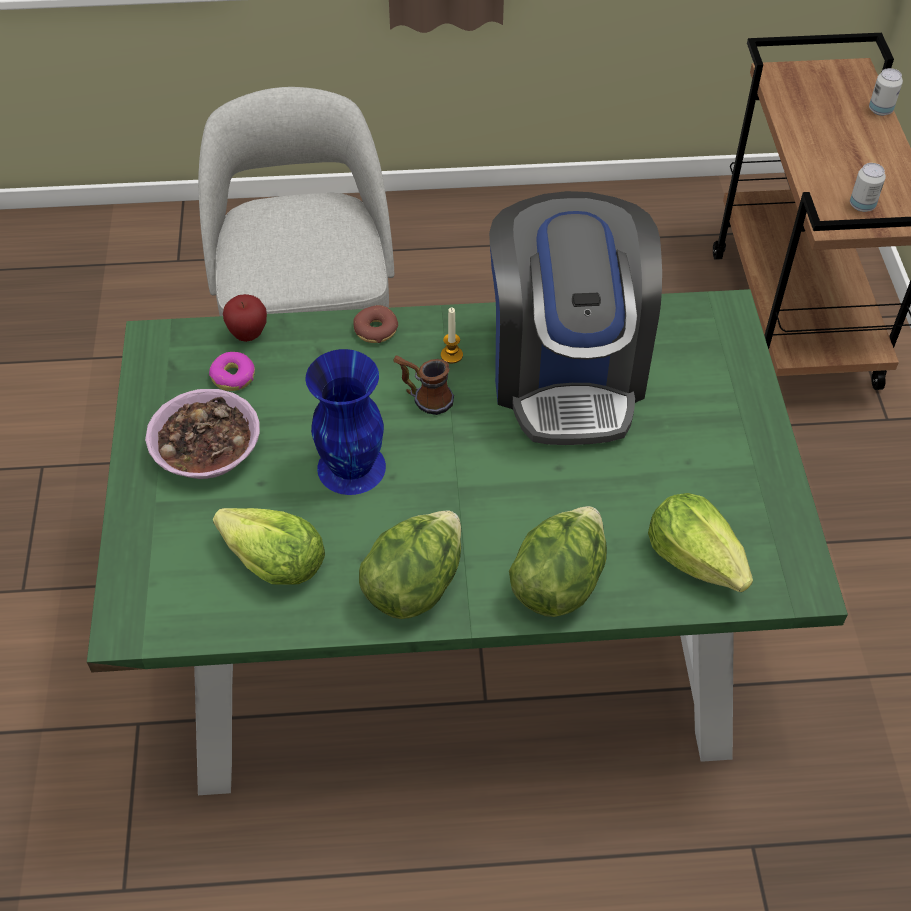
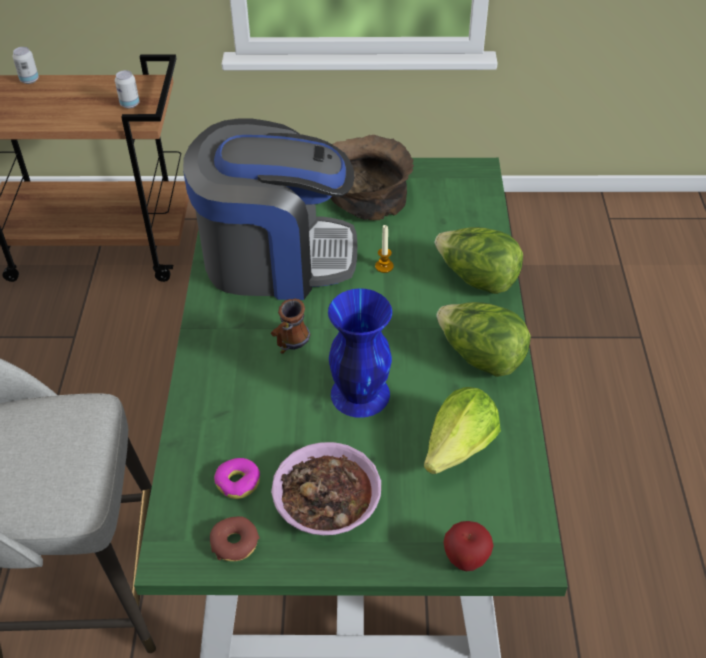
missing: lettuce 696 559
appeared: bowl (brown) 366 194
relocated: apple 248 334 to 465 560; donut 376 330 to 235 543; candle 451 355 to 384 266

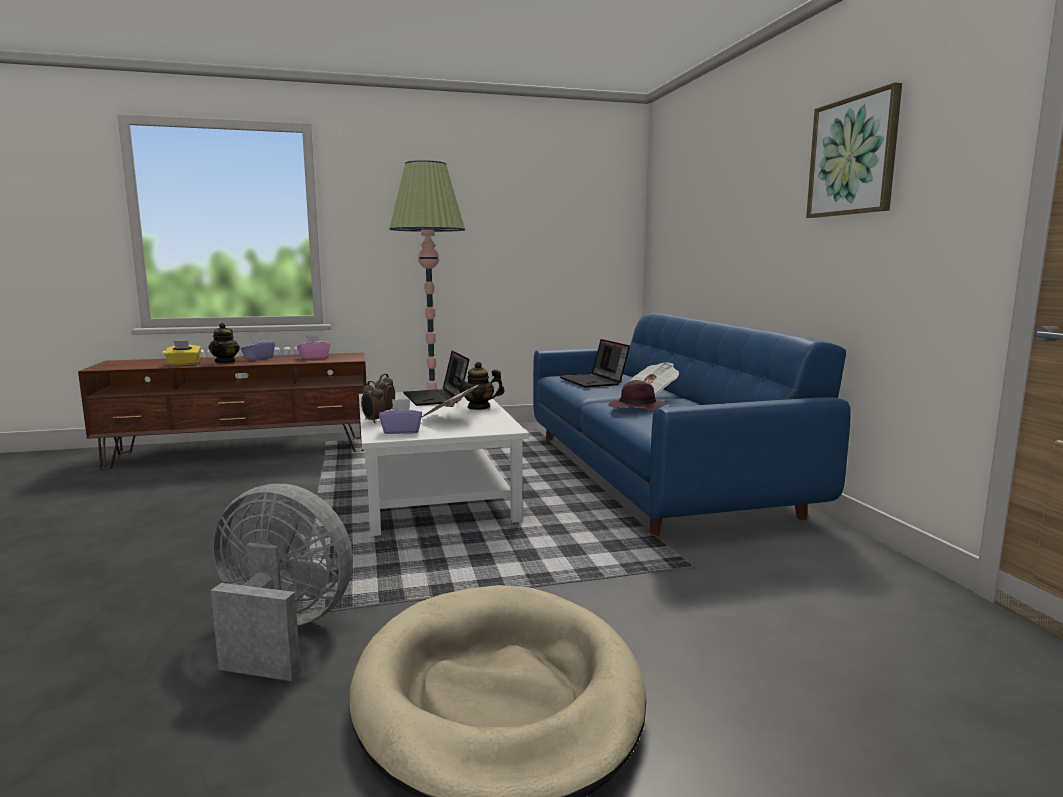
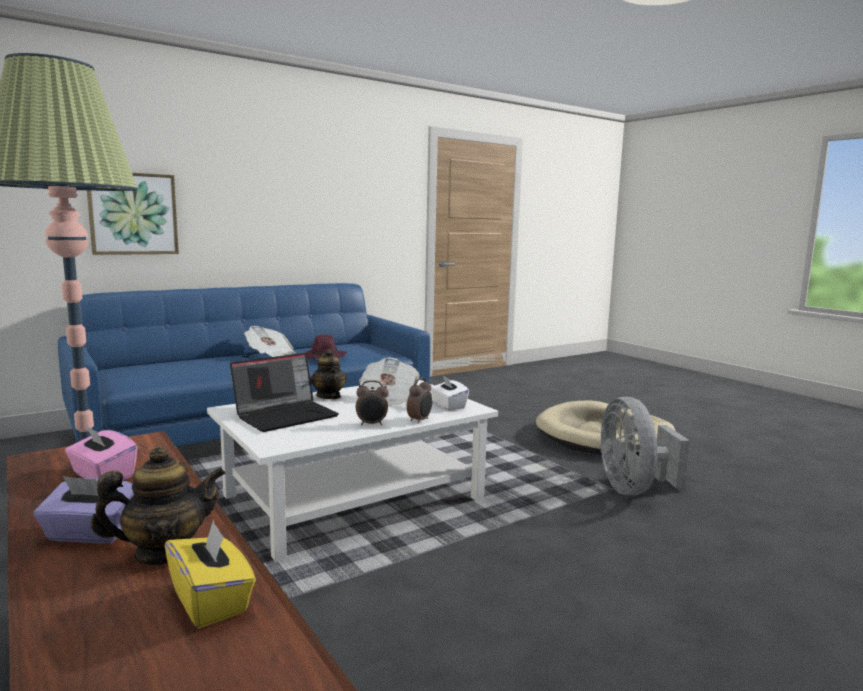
missing: laptop 594 381
relocated: picture 853 156 to 133 213
colour: tissue box (purple) 401 431 to tissue box (white) 448 405

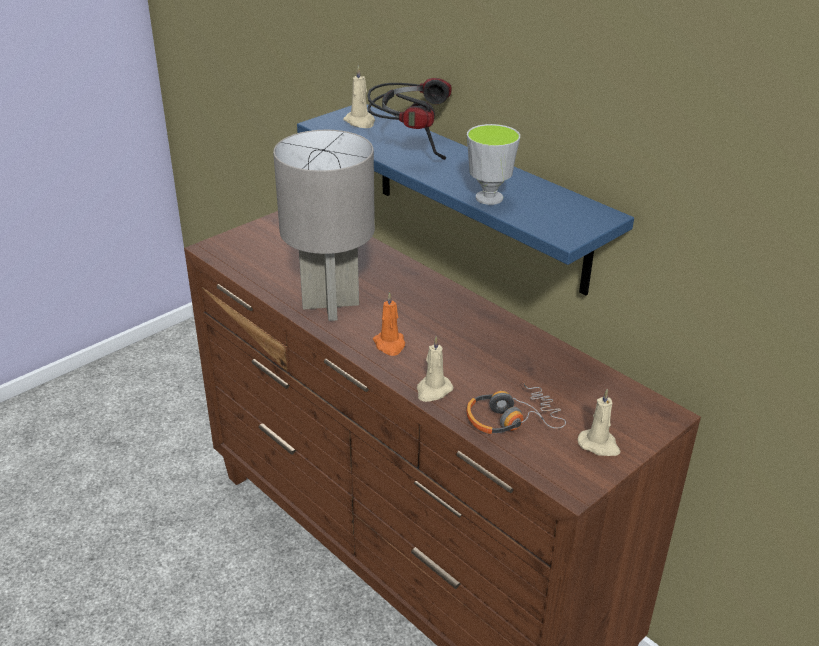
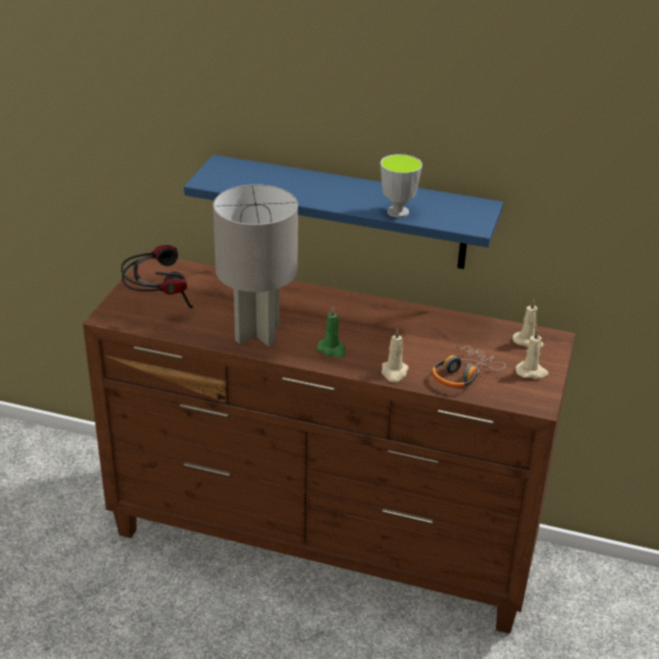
relocated: candle (beige) 360 122 to 528 341; headphones 409 148 to 158 304
colour: candle (orange) 390 345 to candle (green) 332 350

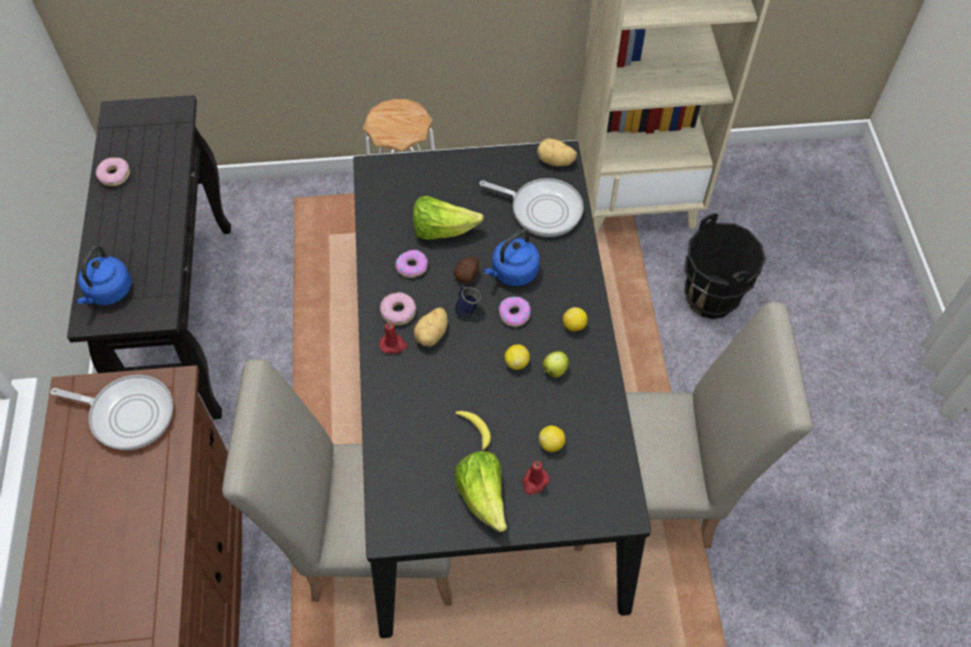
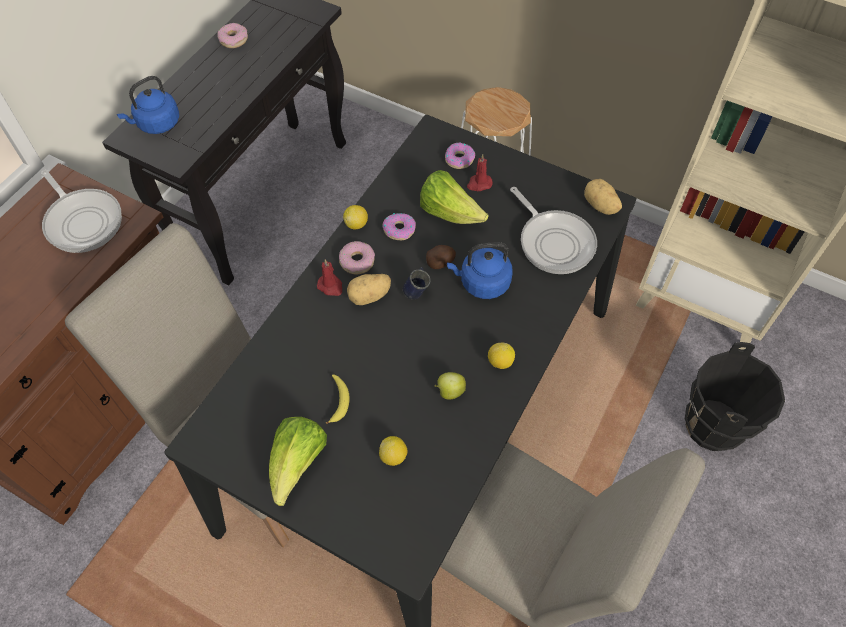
relocated: donut 514 314 to 459 159; lemon 516 362 to 356 224; candle (red) 534 482 to 479 184

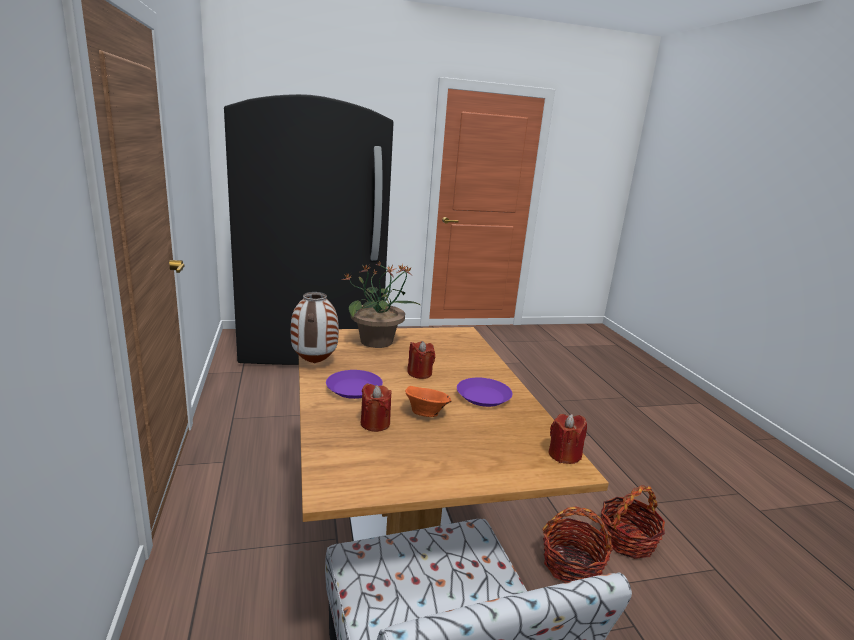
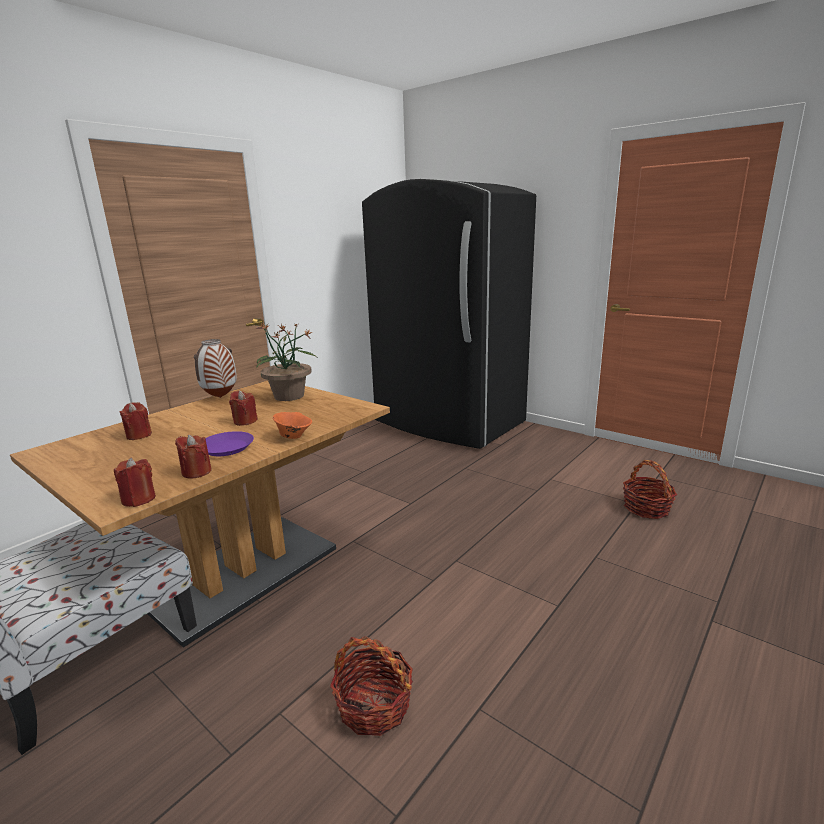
missing: plate (purple) 354 389
appeared: candle (red) 196 472
relocated: bowl (orange) 425 413 to 294 436; basket 572 565 to 646 508

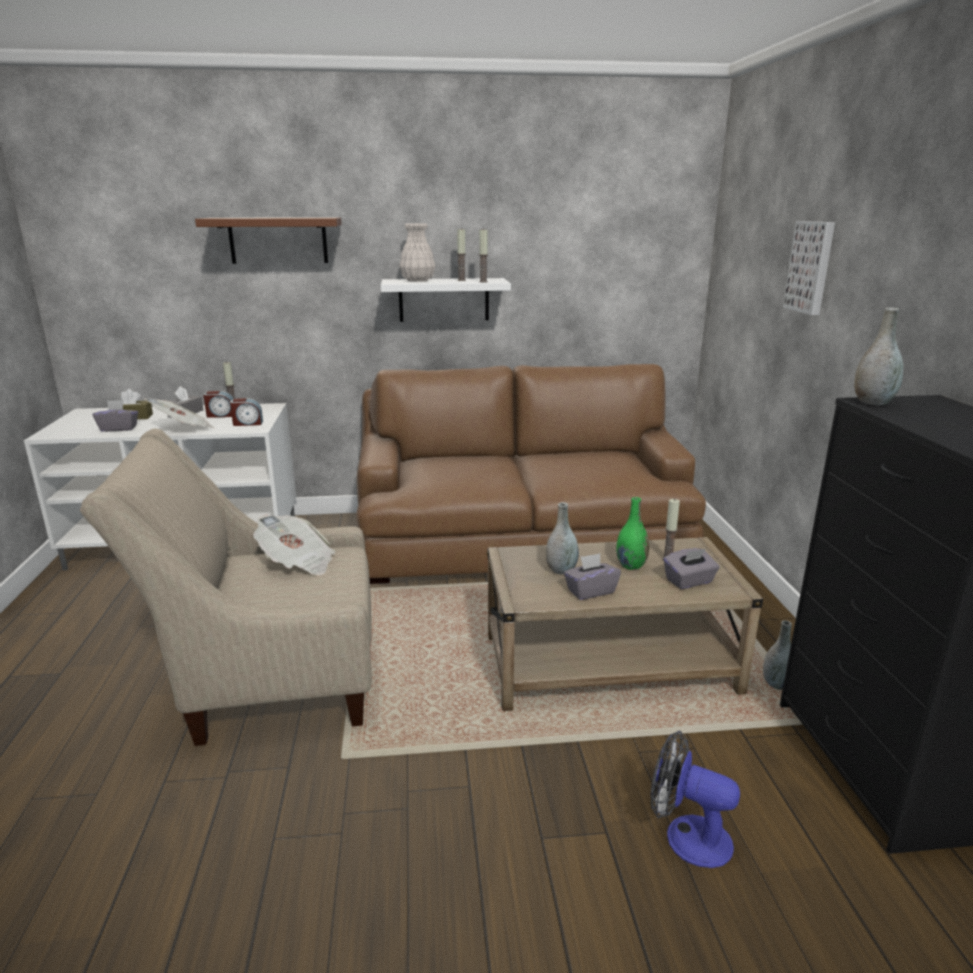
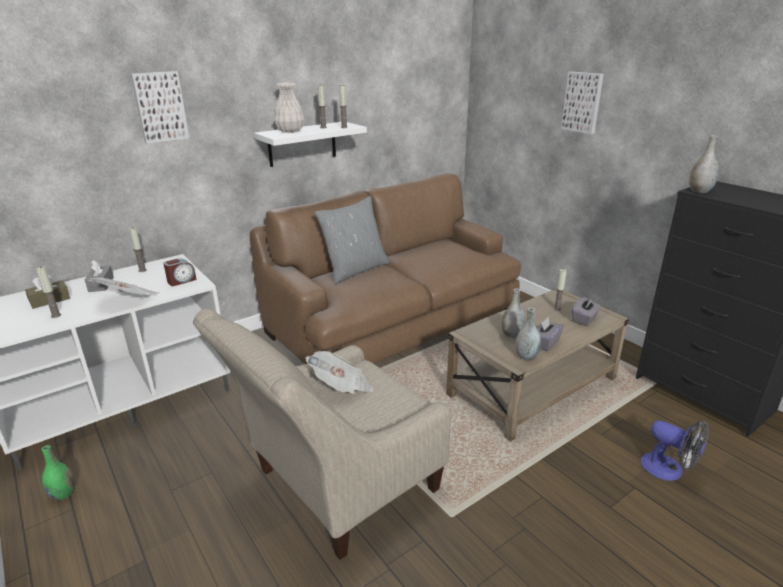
missing: alarm clock 221 415
appeared: pillow (grey) 355 270
relocated: vase (green) 631 565 to 63 494; vase (grey) 777 684 to 526 357
exchanged: tissue box (grey) 119 428 to candle 56 315; shelf (brown) 278 240 to picture 160 107
spun: fan 686 836 = 669 470 135 degrees counterclockwise

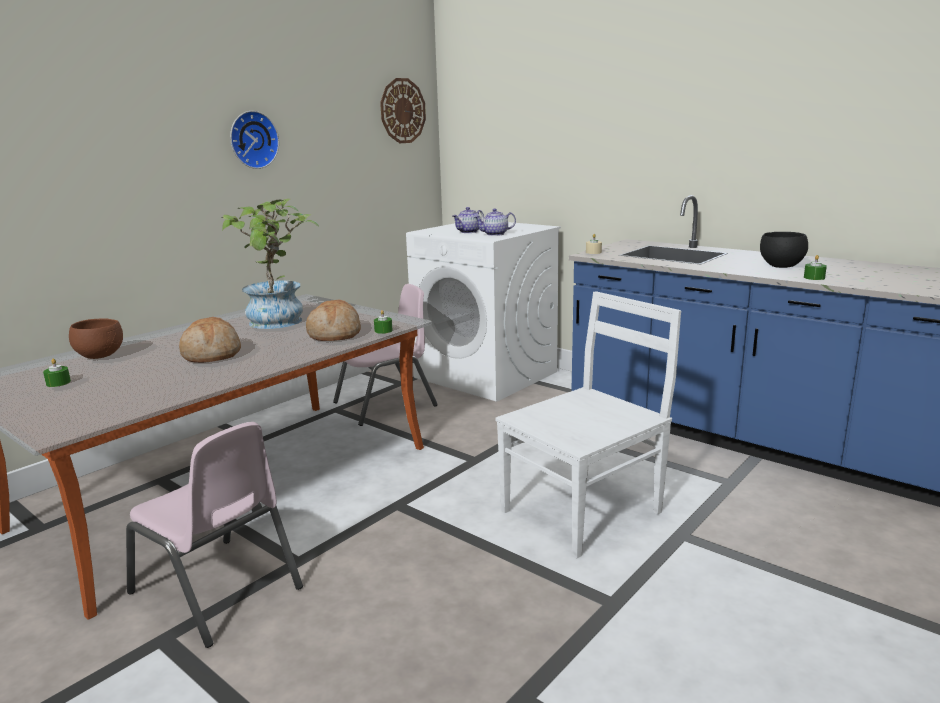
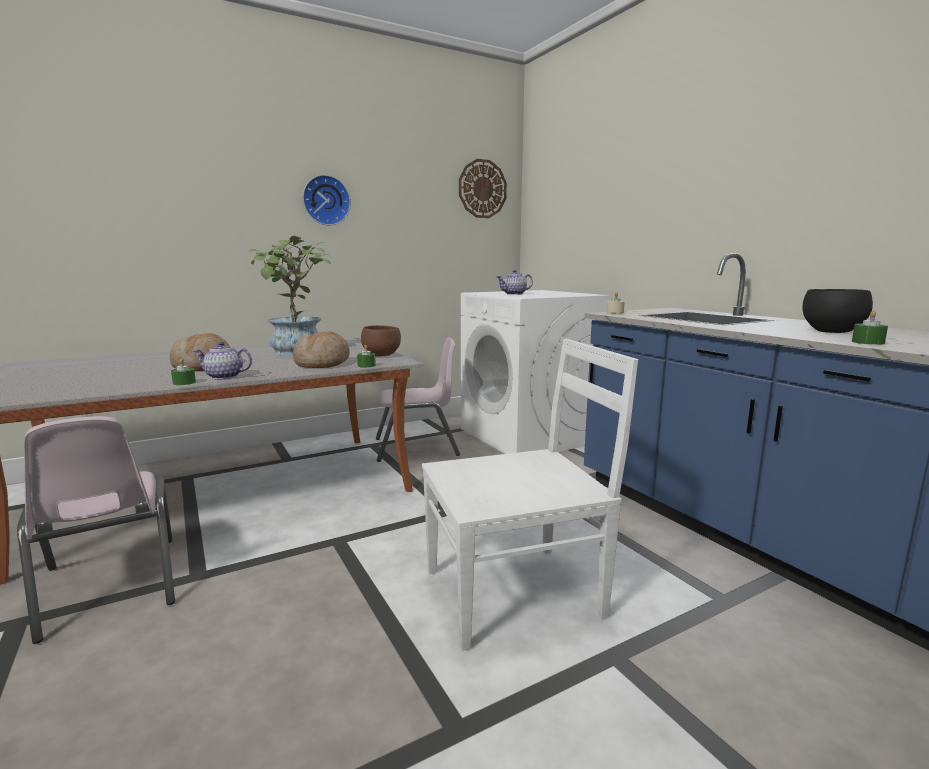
relocated: candle (green) 58 383 to 184 382; bowl (brown) 101 356 to 382 355; teapot 495 234 to 224 376

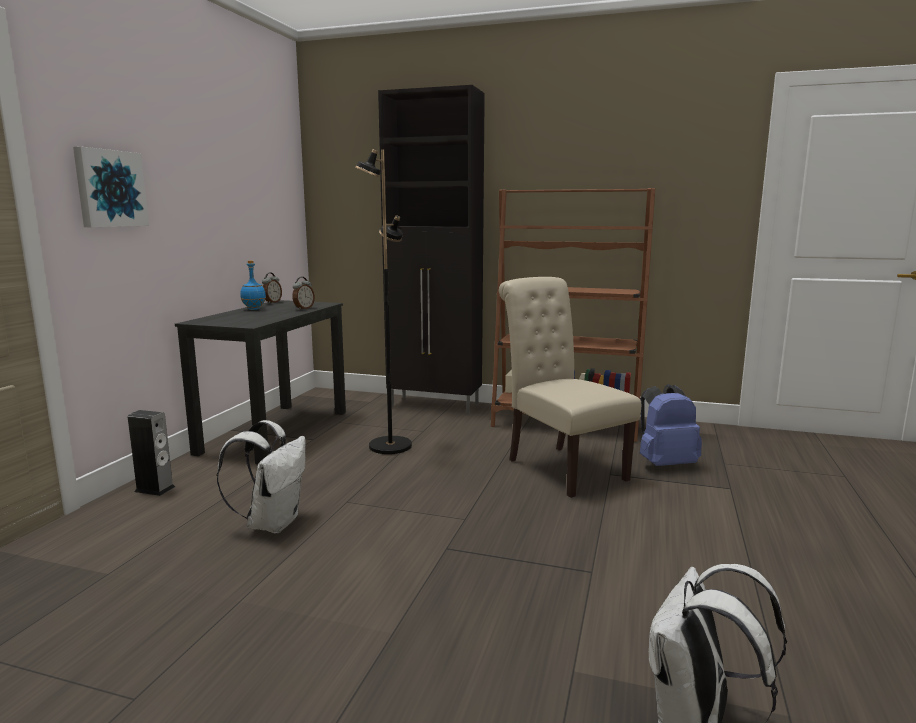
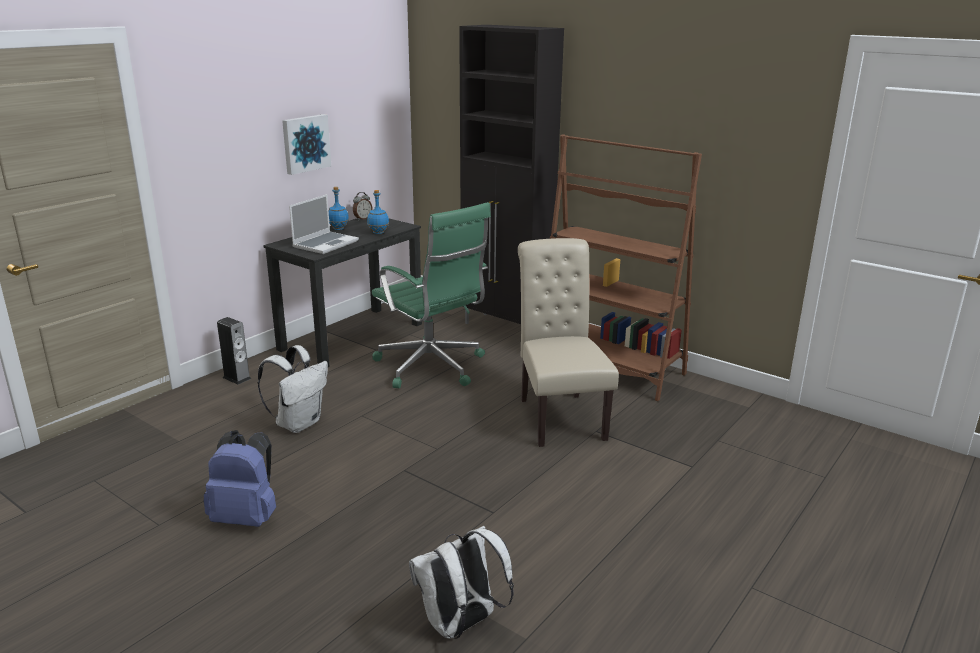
appeared: laptop 325 244
relocated: picture 109 188 to 305 143; backpack (blue) 665 464 to 247 517
exchanged: alarm clock 303 308 to bottle (blue) 378 233; floor lamp (black) 389 446 to office chair (green) 432 367

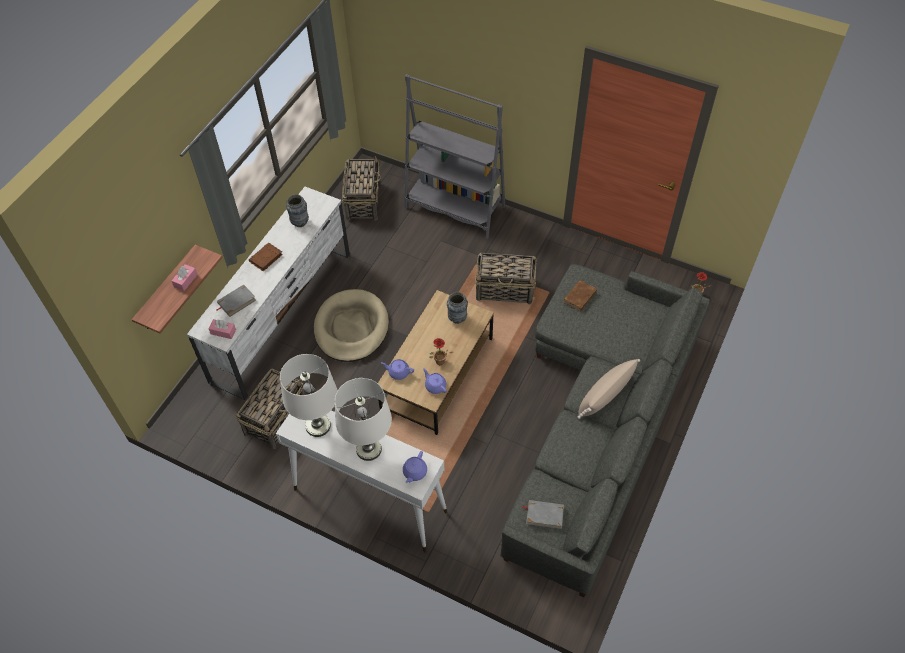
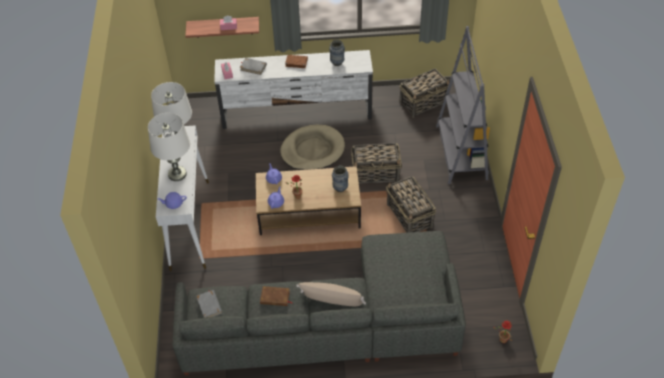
relocated: basket 276 418 to 376 173; book (brown) 580 297 to 275 297

